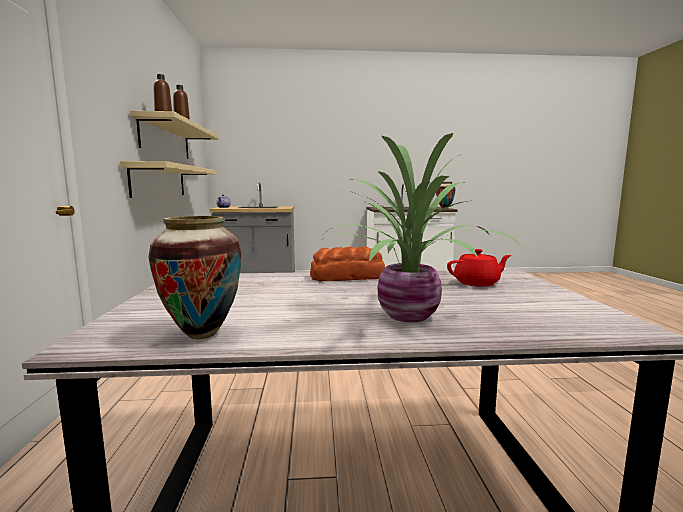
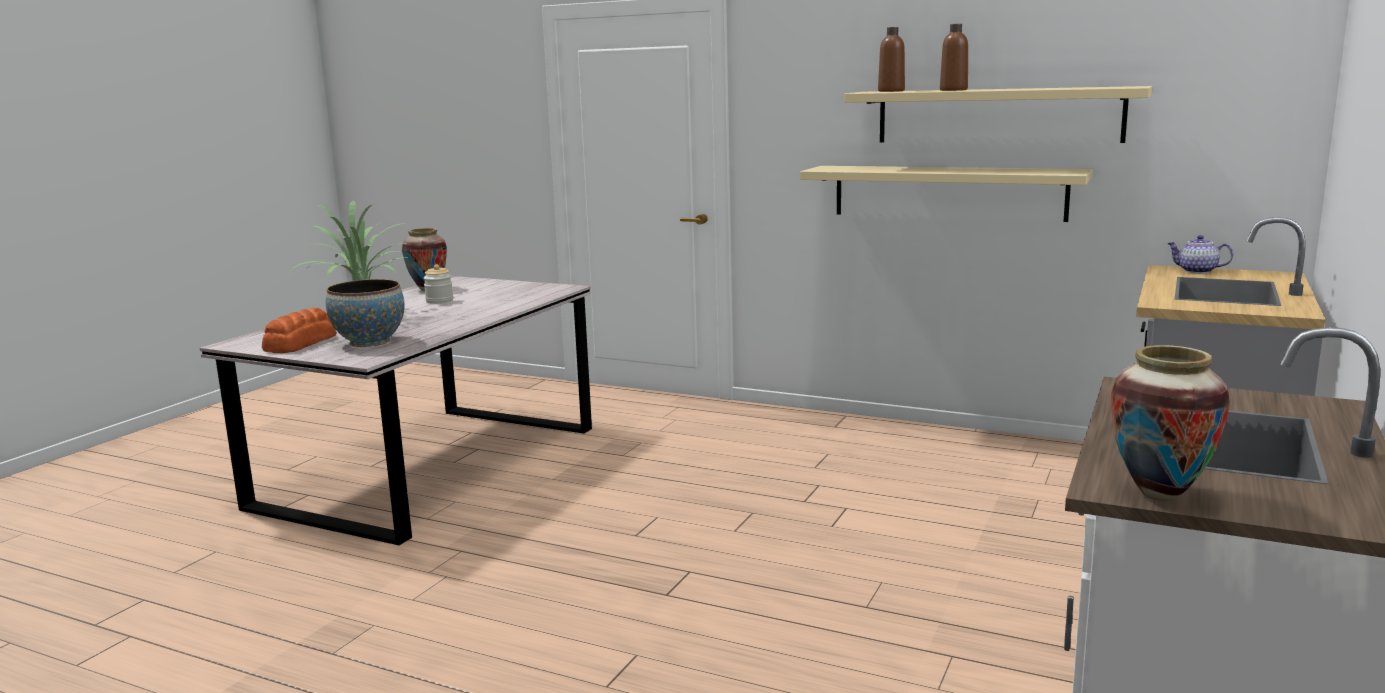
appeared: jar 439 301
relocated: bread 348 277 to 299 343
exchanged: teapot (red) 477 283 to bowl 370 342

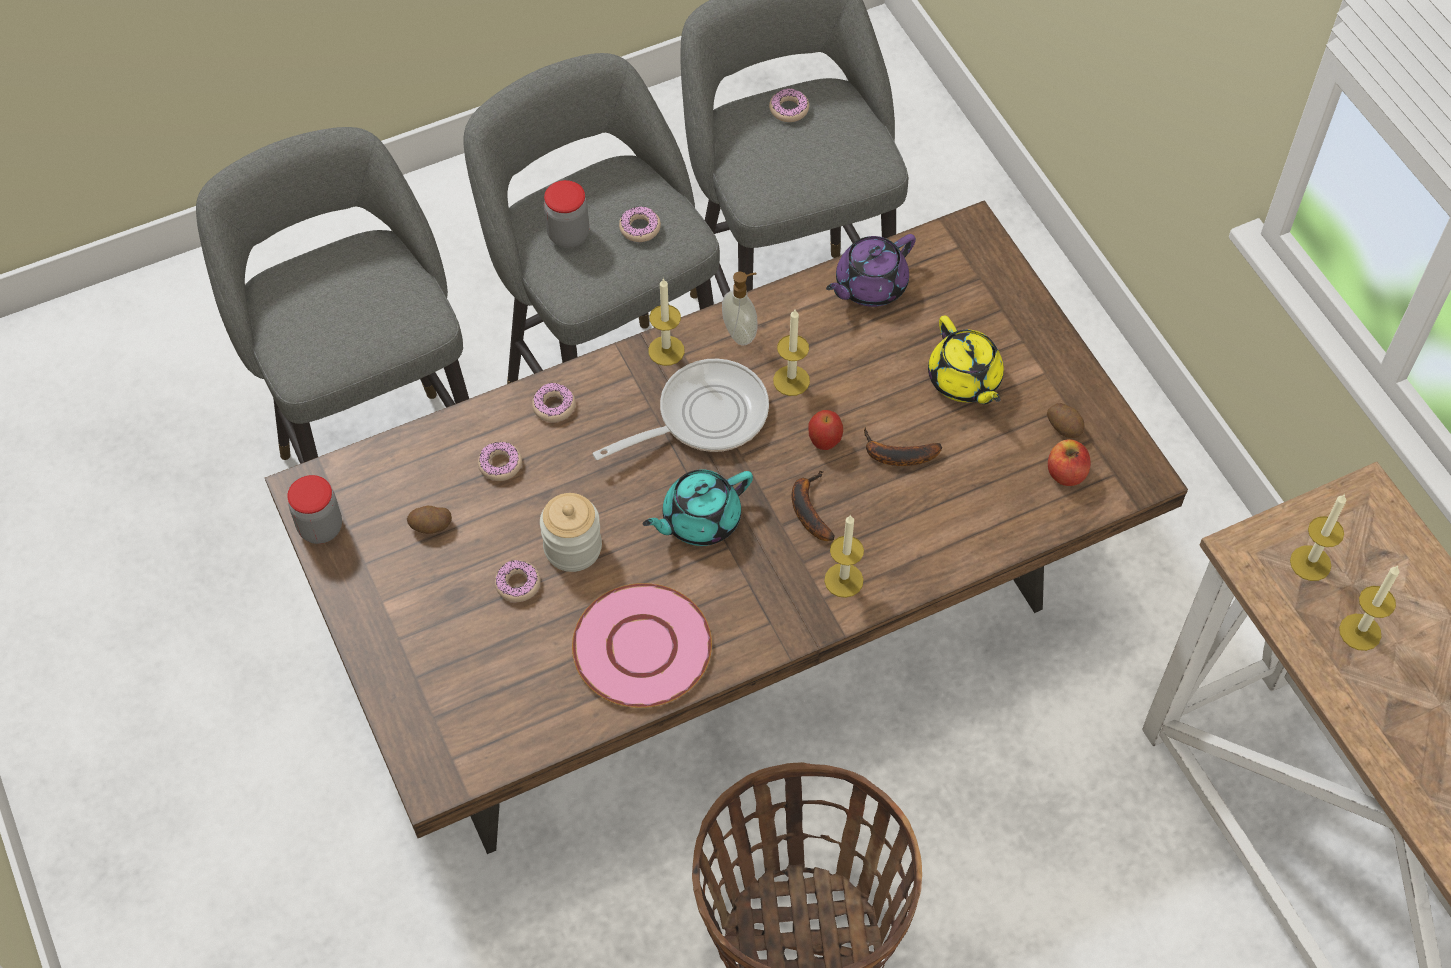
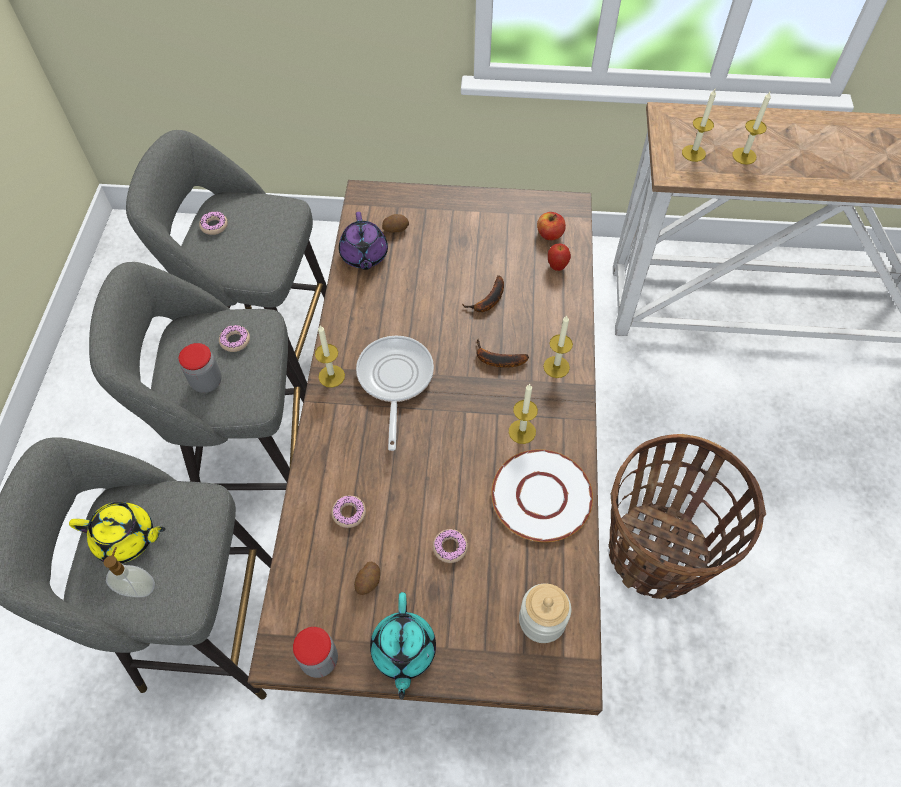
missing: donut 554 406
relocated: jar 573 547 to 542 620; teapot (turquoise) 699 520 to 403 651; soap dispenser 740 333 to 138 588; candle 791 380 to 522 431; apple 824 442 to 557 266; teapot (yellow) 964 380 to 127 539; potato 1065 426 to 395 228
colour: plate (pink) 643 647 to plate (white) 541 495

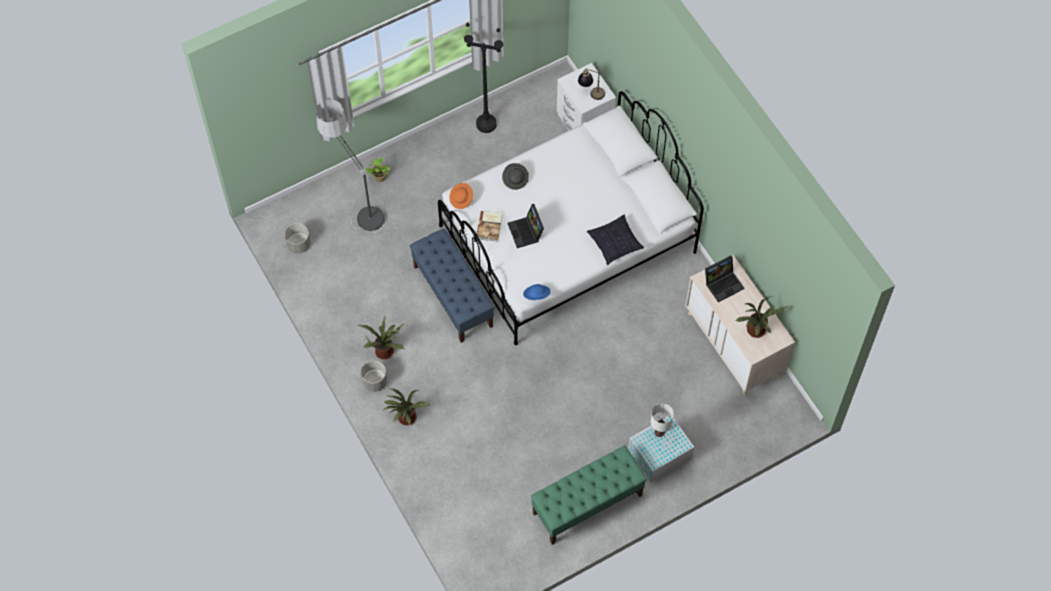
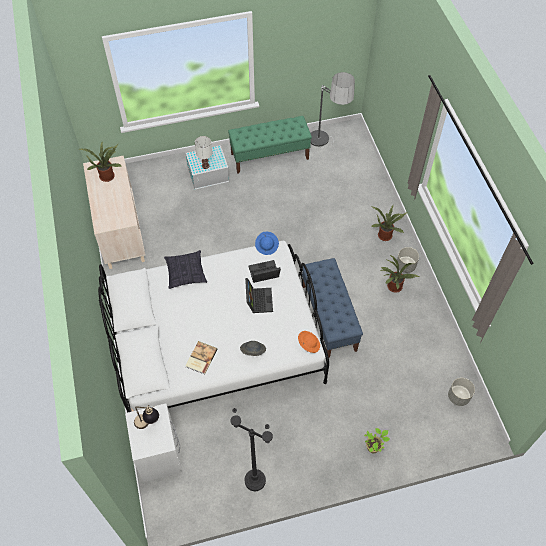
relocated: floor lamp 356 205 to 327 150; book 490 226 to 200 358; laptop 723 283 to 263 274

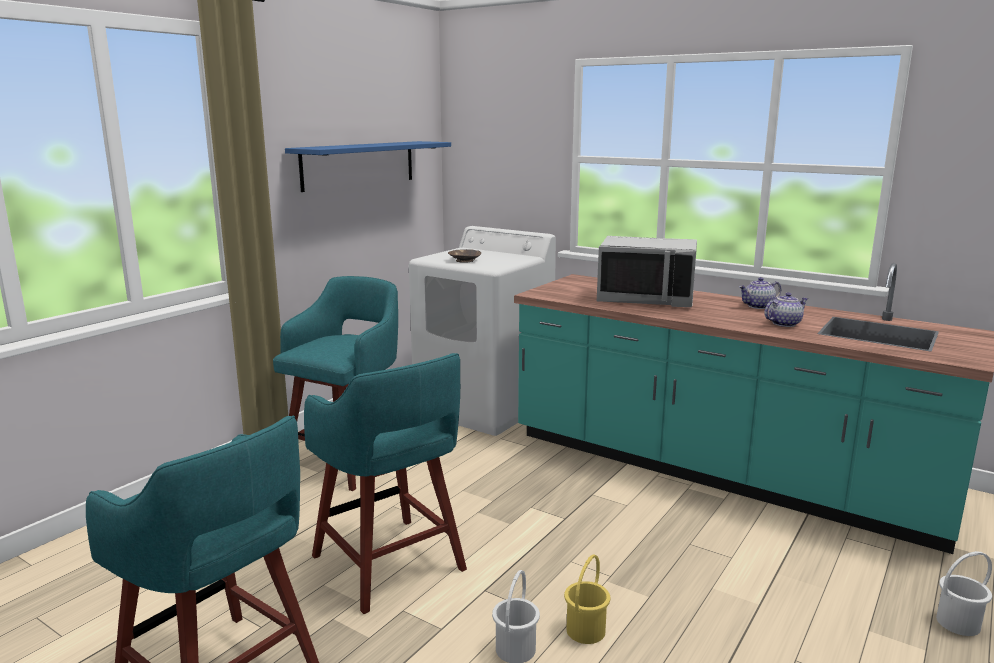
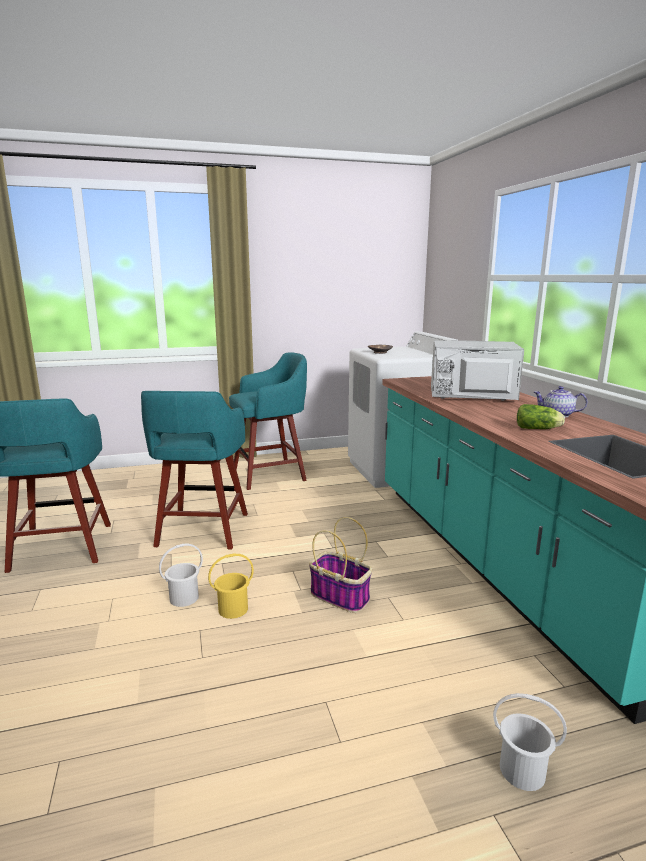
missing: shelf (blue) 359 165
appeared: basket 341 596
exchanged: teapot 784 323 to lettuce 539 429
spun: microwave (grey) 646 299 = 471 395 135 degrees clockwise

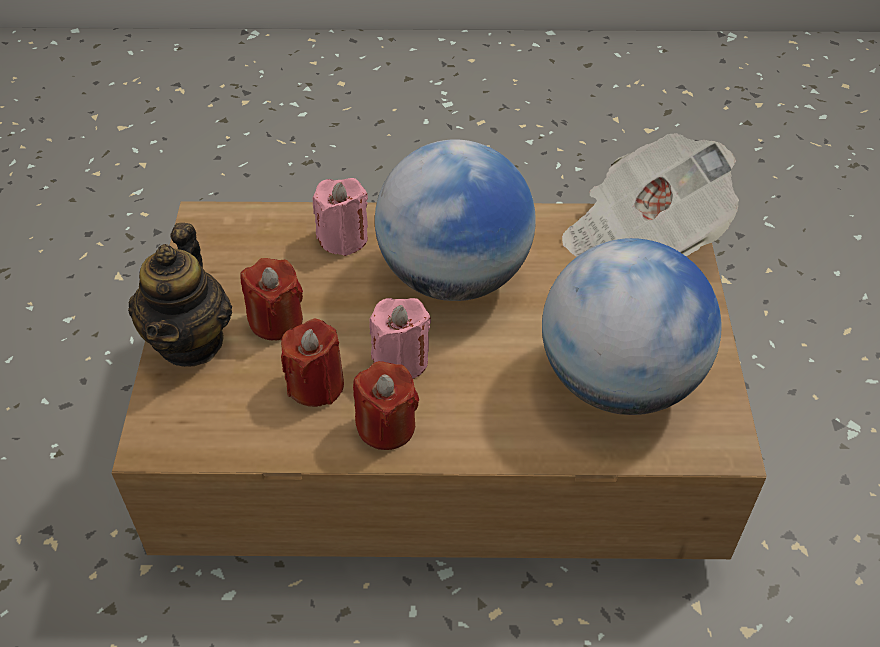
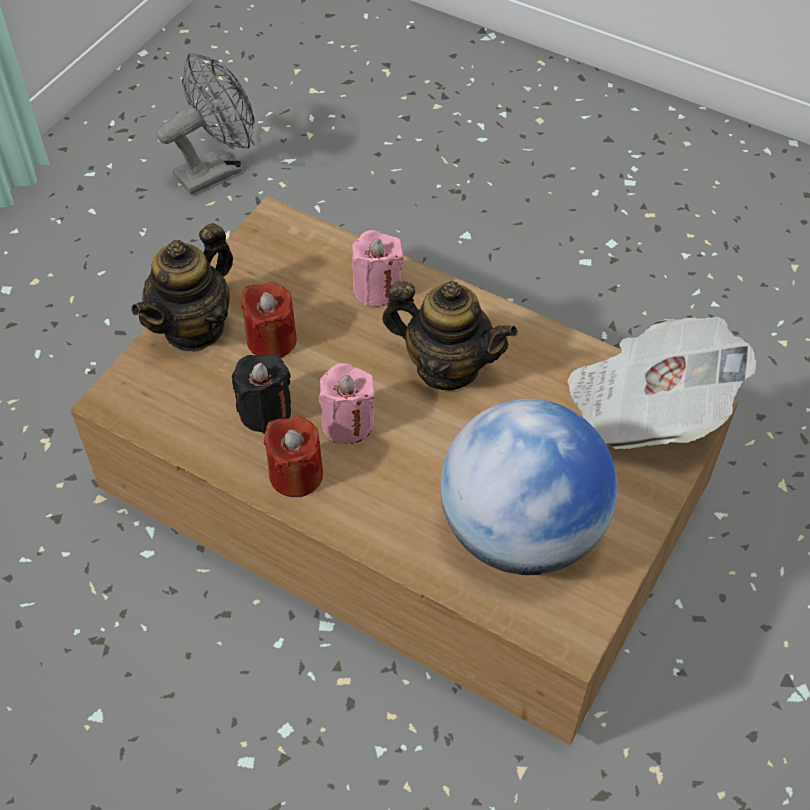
appeared: fan (grey) 216 169
exchanged: globe 453 276 to teapot 447 366
colour: candle (red) 316 385 to candle (black) 265 412

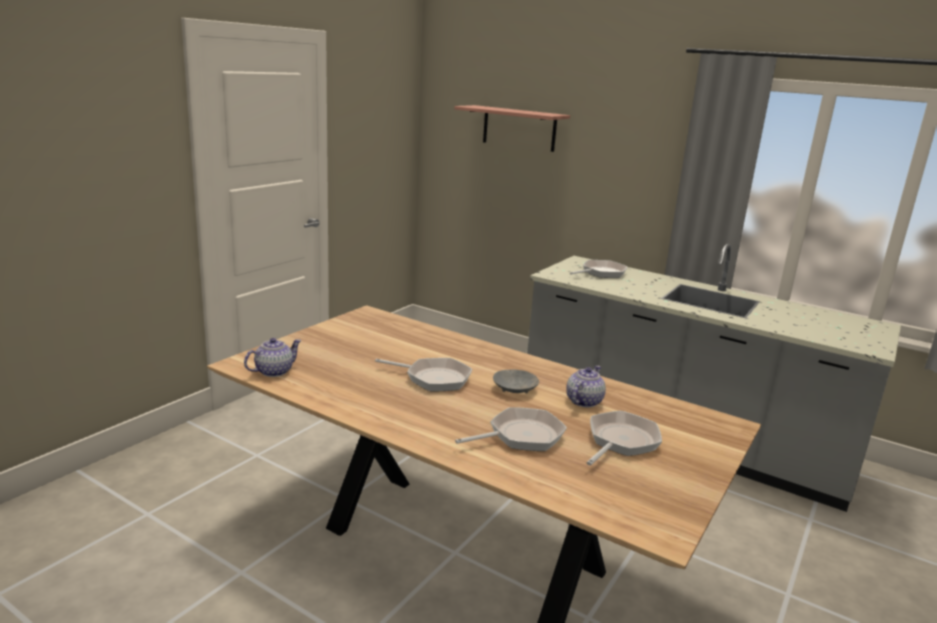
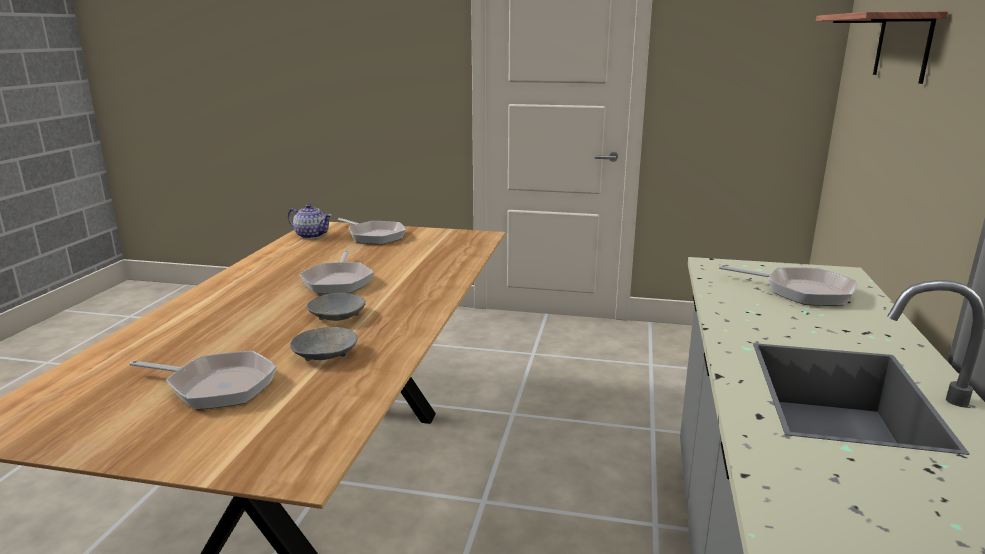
relocated: frying pan 521 436 to 374 236
exchanged: teapot 583 401 to bowl (grey) 325 354

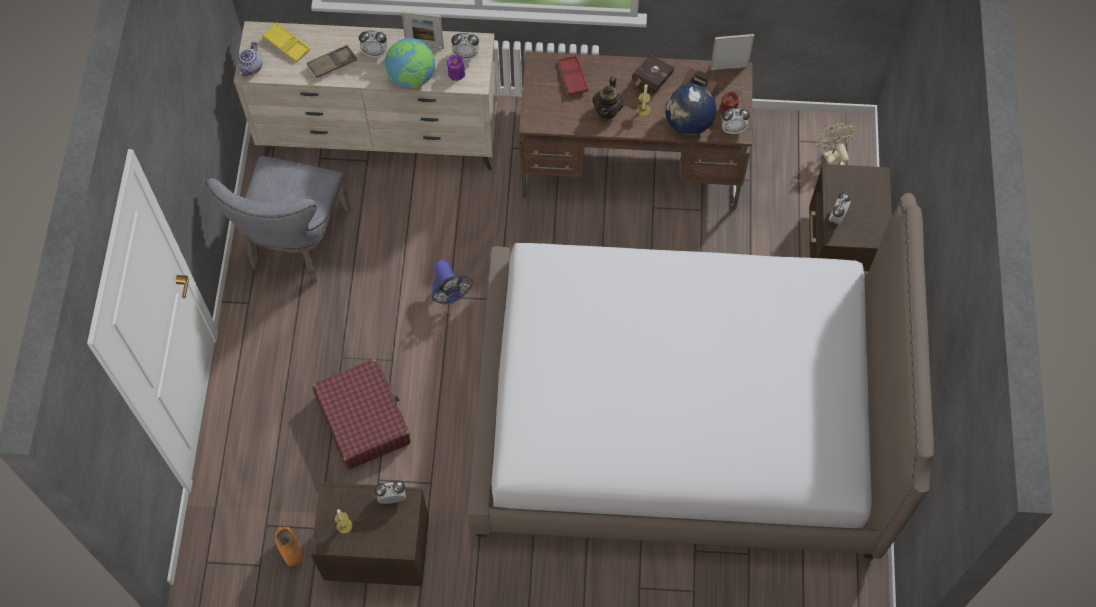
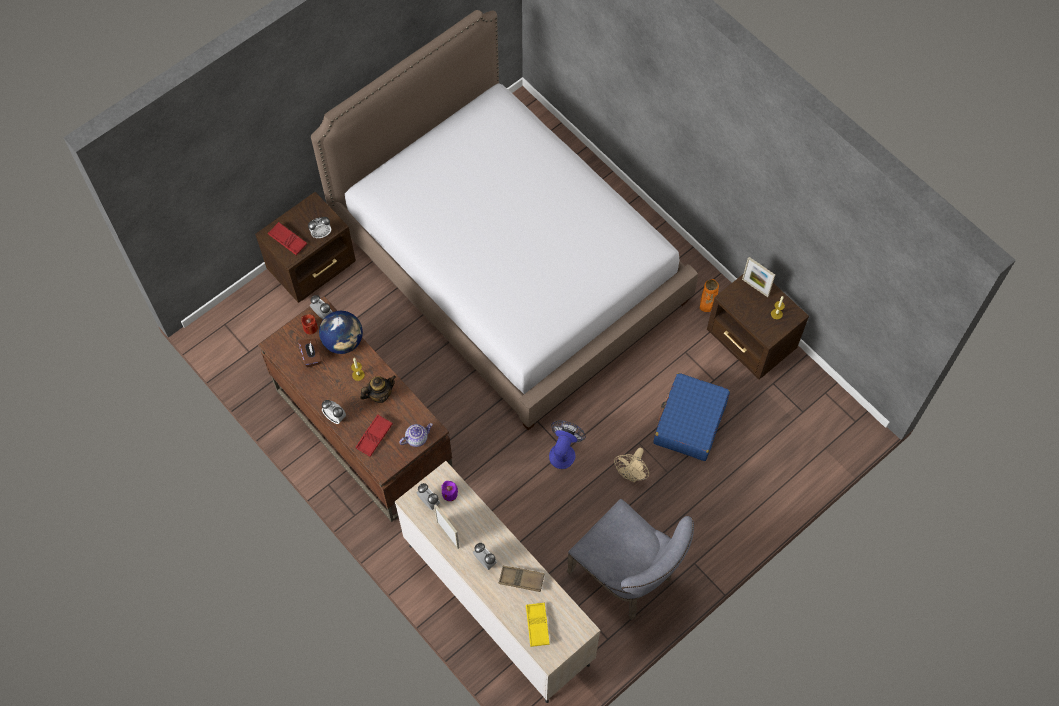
missing: globe 412 78; book (red) 650 80
appeared: tray (red) 287 240
relocated: teapot 251 67 to 416 438; vase (orange) 291 551 to 707 304; alarm clock 392 498 to 335 417; picture frame 729 67 to 755 287; fan (beige) 831 158 to 631 474
colour: suitcase (red) 363 419 to suitcase (blue) 689 422
spun: chair (grey) 296 244 = 627 576 75 degrees clockwise

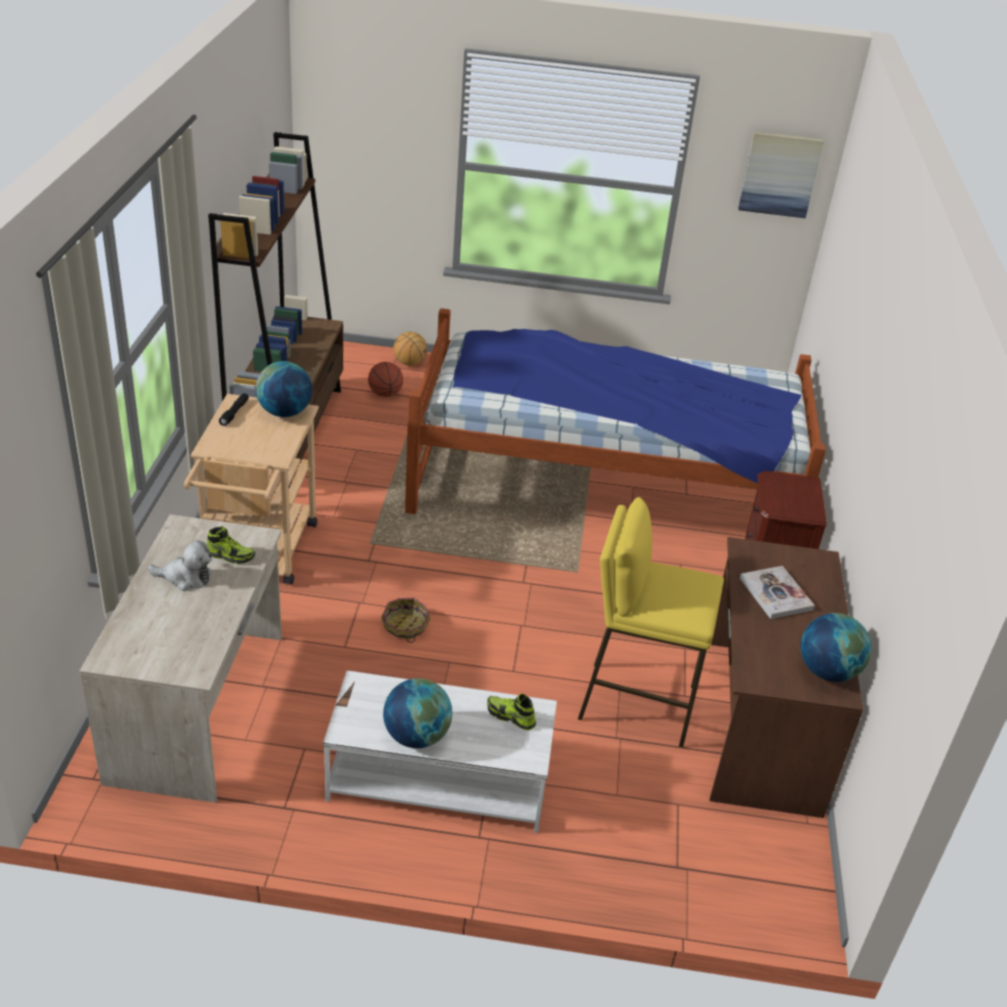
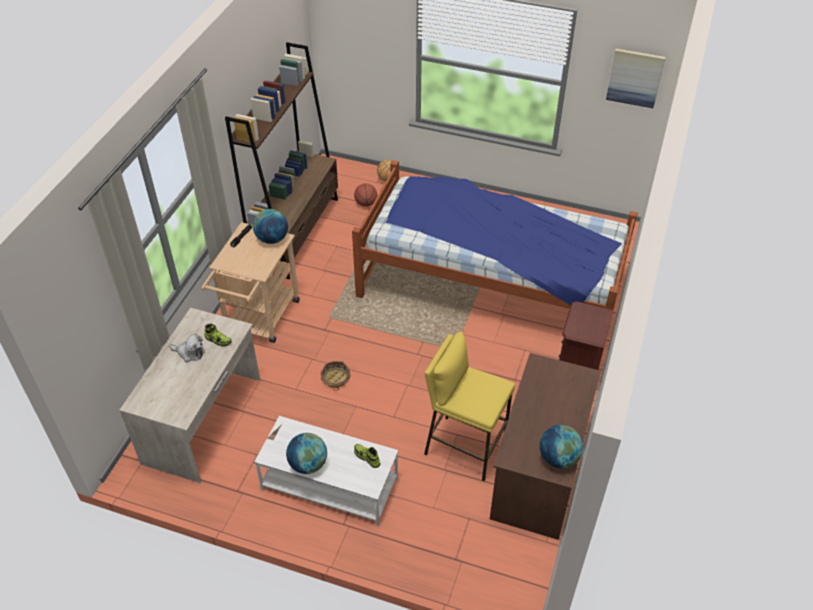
missing: book 775 594

